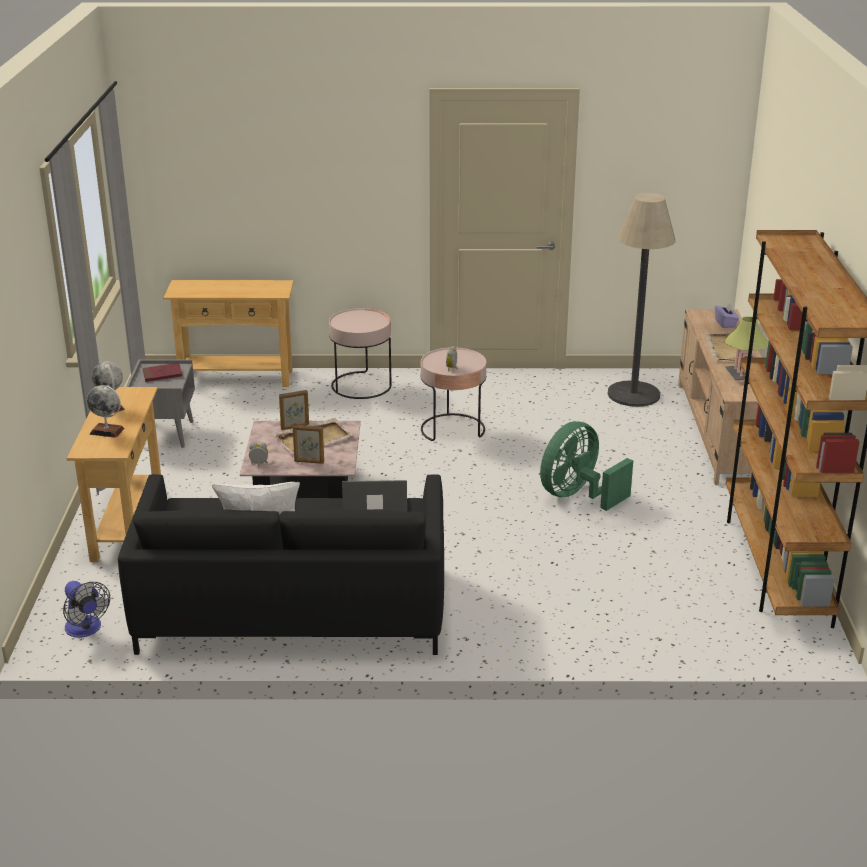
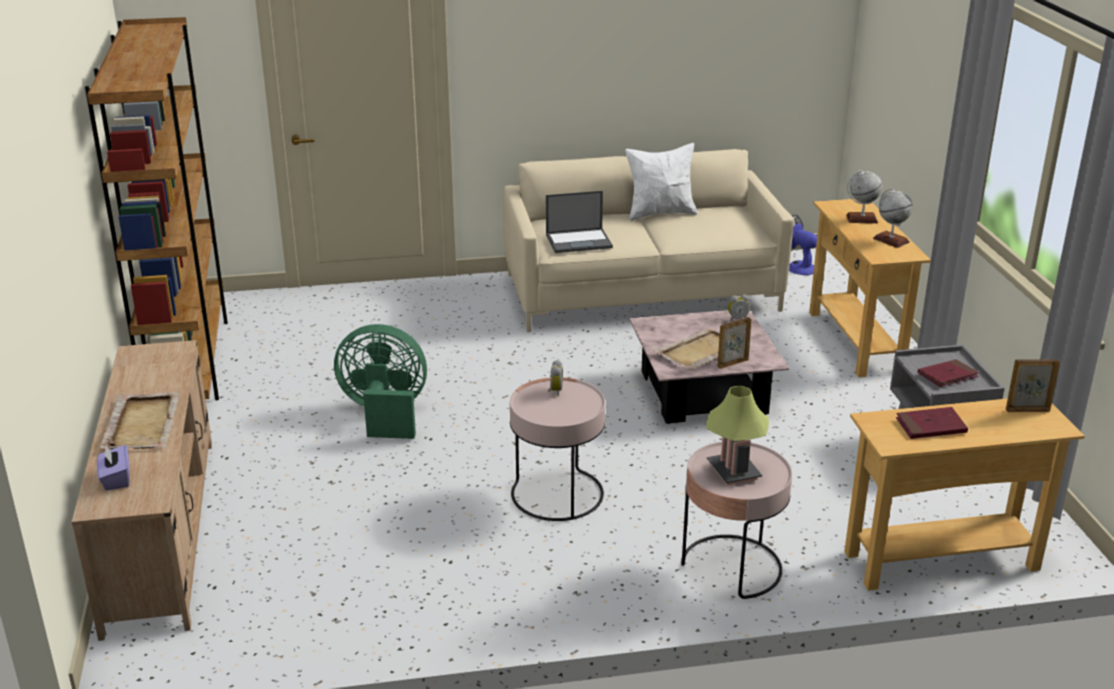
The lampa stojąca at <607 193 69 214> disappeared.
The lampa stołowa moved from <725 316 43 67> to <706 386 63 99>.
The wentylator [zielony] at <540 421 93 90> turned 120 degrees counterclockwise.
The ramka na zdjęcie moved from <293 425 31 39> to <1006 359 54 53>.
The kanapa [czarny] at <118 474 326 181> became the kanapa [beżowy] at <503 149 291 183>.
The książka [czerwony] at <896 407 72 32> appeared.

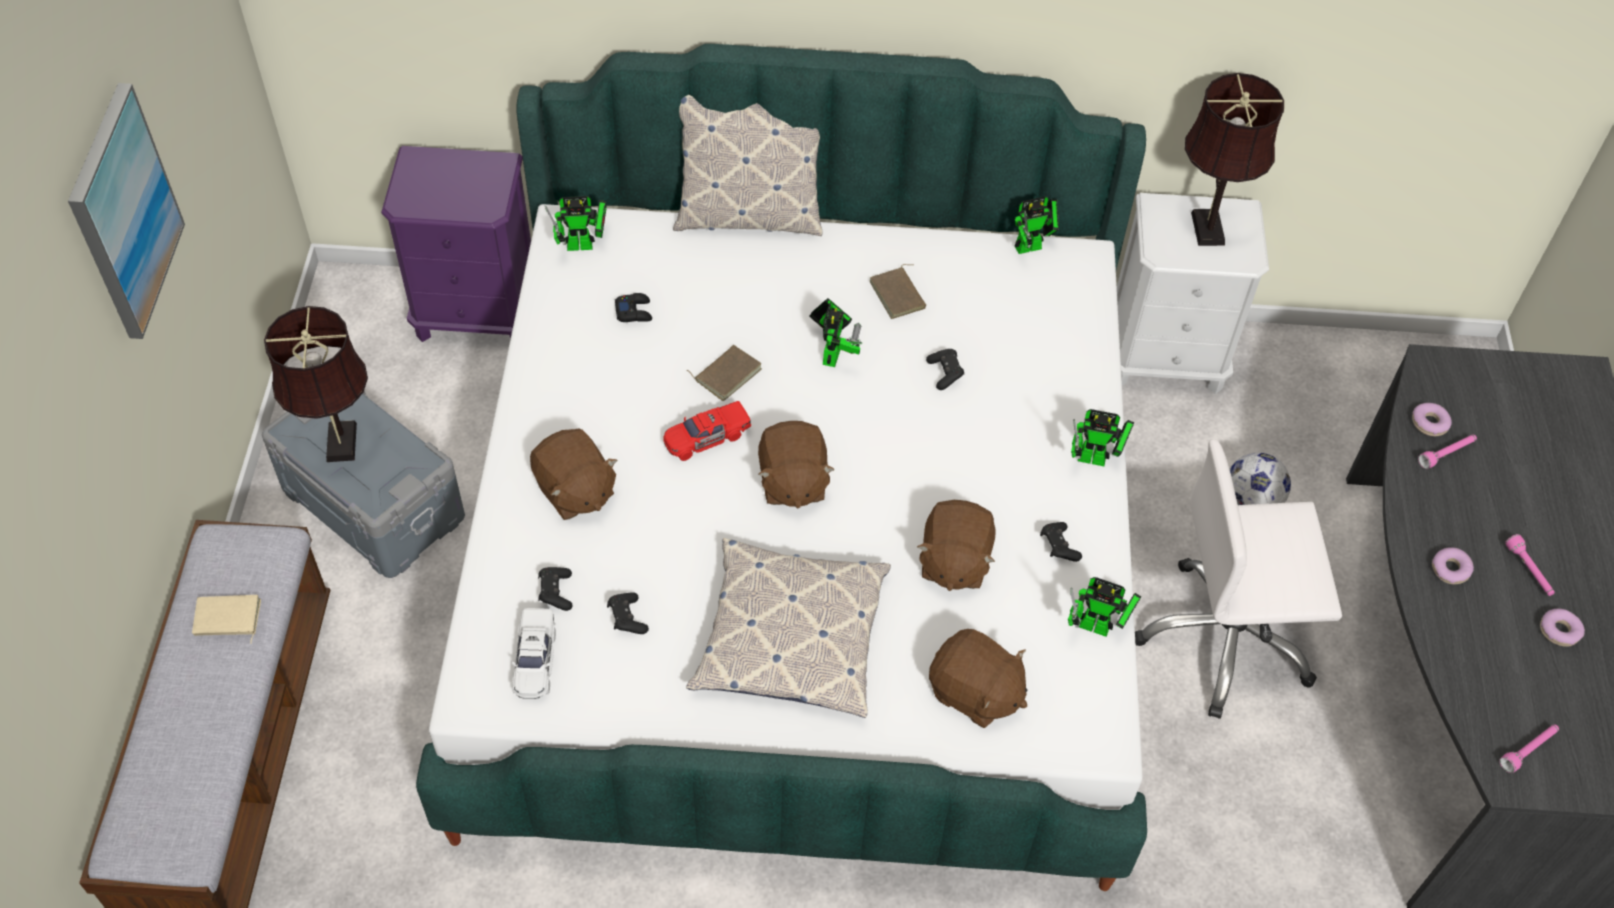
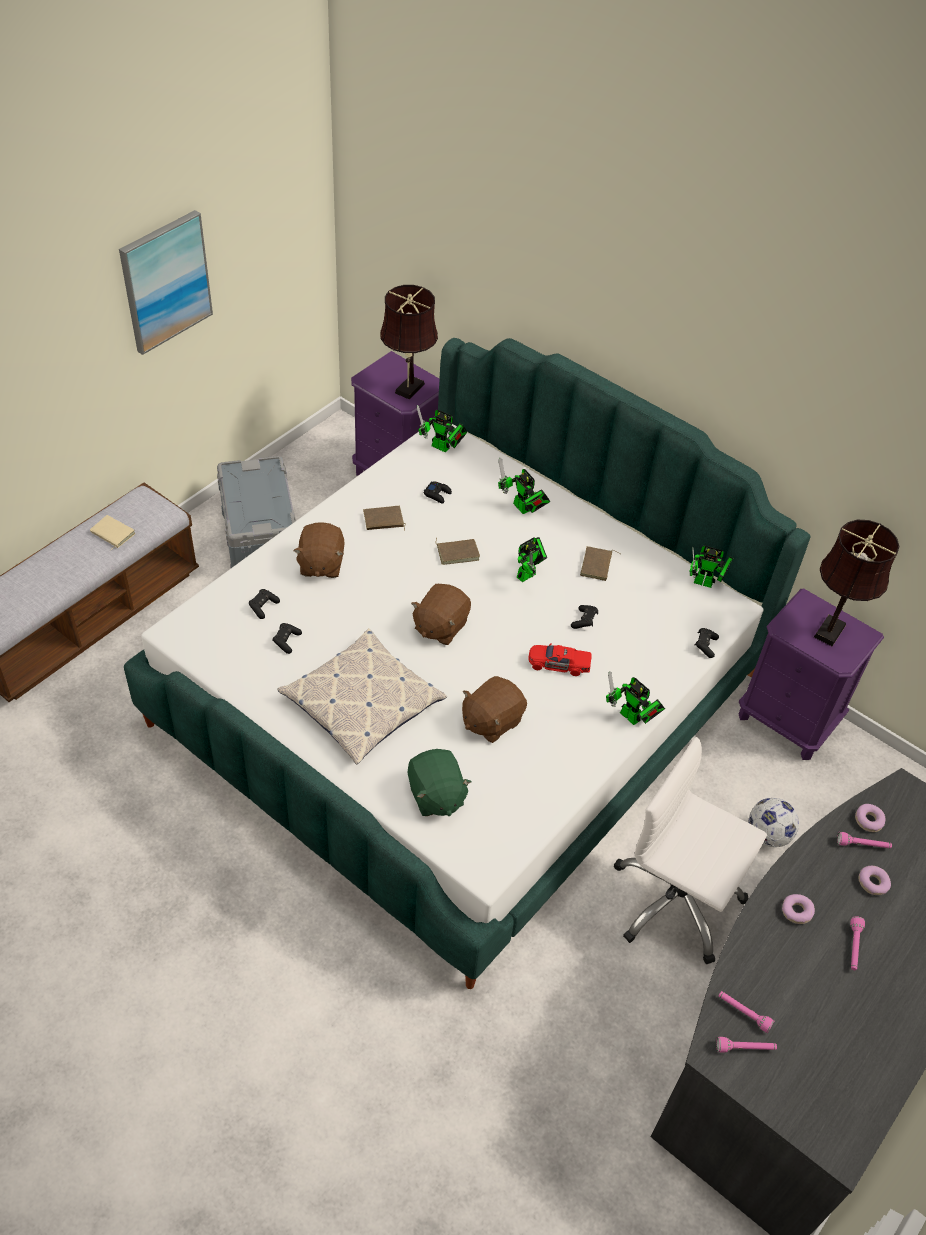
The poduszka at <673 95 149 141> disappeared.
The szafka nocna [biały] at <1117 193 152 201> became the szafka nocna [fioletowy] at <739 588 145 172>.
The lampa stołowa [brązowy] moved from <264 306 104 156> to <380 285 58 114>.
The samochodzik [czerwony] moved from <663 401 88 60> to <528 643 64 33>.
The pad do gier [czarny] moved from <1040 522 42 40> to <694 628 25 30>.
The robot zabawkowy moved from <1068 577 73 60> to <498 457 52 57>.
The samochodzik [biały] at <511 608 45 91> disappeared.
The donut moved from <1540 609 45 38> to <859 866 32 29>.
The pluszak [brązowy] at <929 629 98 99> became the pluszak [zielony] at <408 749 64 67>.
The książka [brązowy] at <363 506 43 25> appeared.
The latarka [różowy] at <719 991 55 42> appeared.

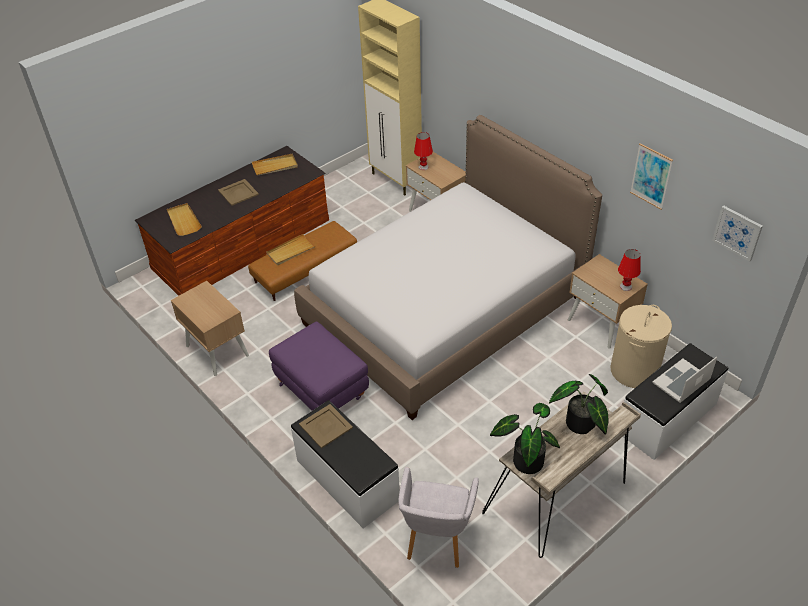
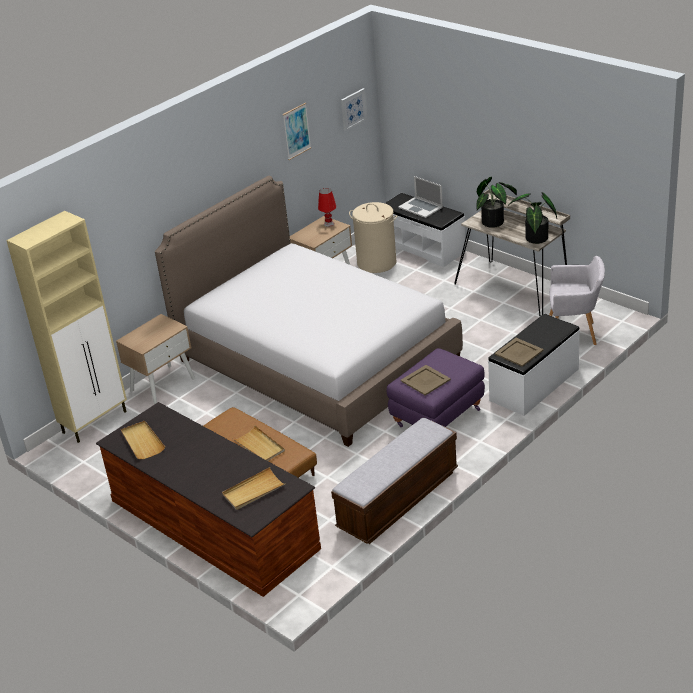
The lampa stołowa [czerwony] at <414 132 19 38> disappeared.
The taca [beżowy] moved from <218 179 41 27> to <401 365 50 31>.
The szafka nocna [beżowy] at <171 281 78 95> was replaced by the ławka at <331 417 127 127>.

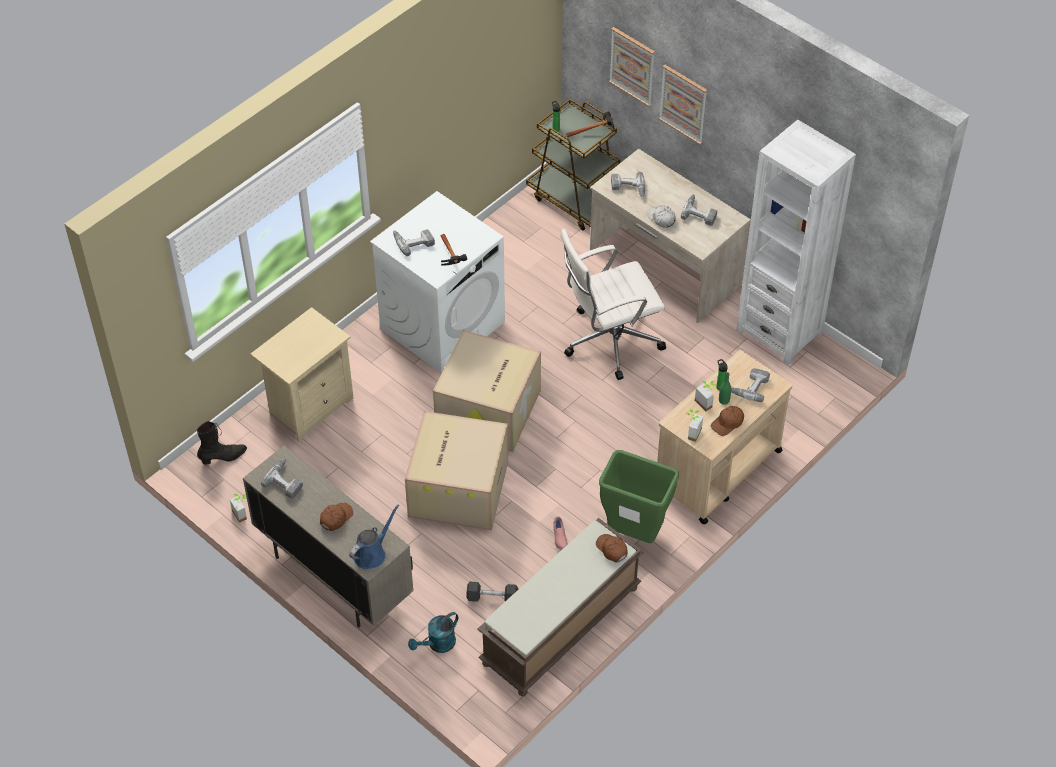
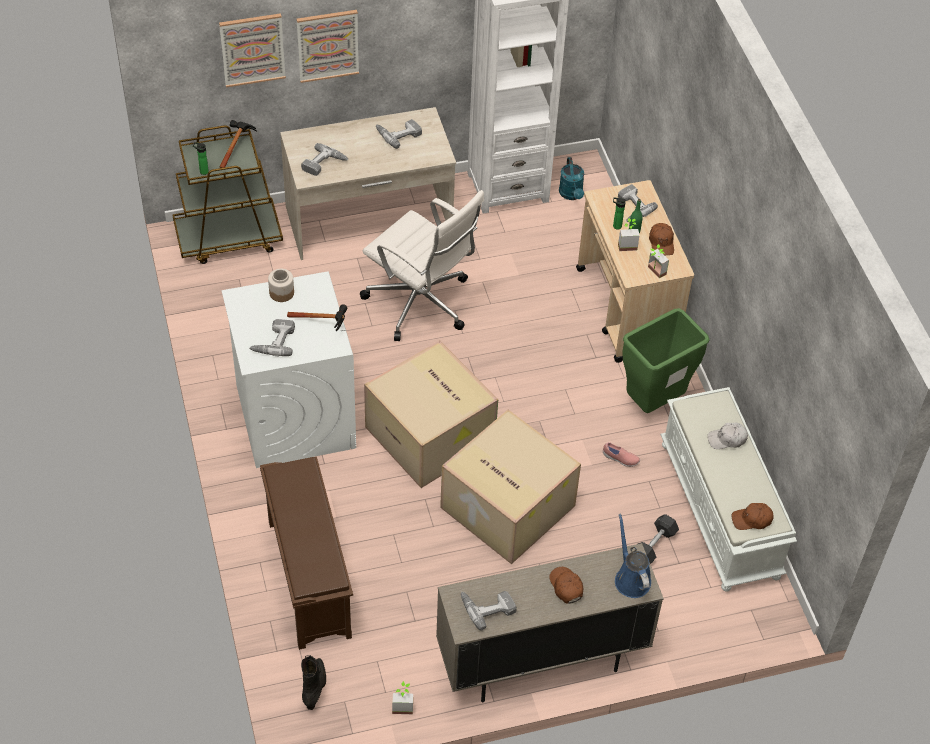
The czapka z daszkiem [biały] moved from <646 205 30 23> to <707 423 41 26>.
The krzesło biurowe [biały] at <560 228 106 152> turned 60 degrees counterclockwise.
The szafka nocna [beżowy] at <250 307 104 135> was replaced by the regał na buty [brązowy] at <260 457 93 193>.
The ławka [brązowy] at <477 518 167 178> became the ławka [biały] at <660 387 137 205>.
The czapka z daszkiem [brązowy] moved from <596 534 32 29> to <731 503 43 27>.
The konewka [turkusowy] moved from <408 612 50 41> to <559 157 25 43>.
The słoik at <268 269 26 33> appeared.

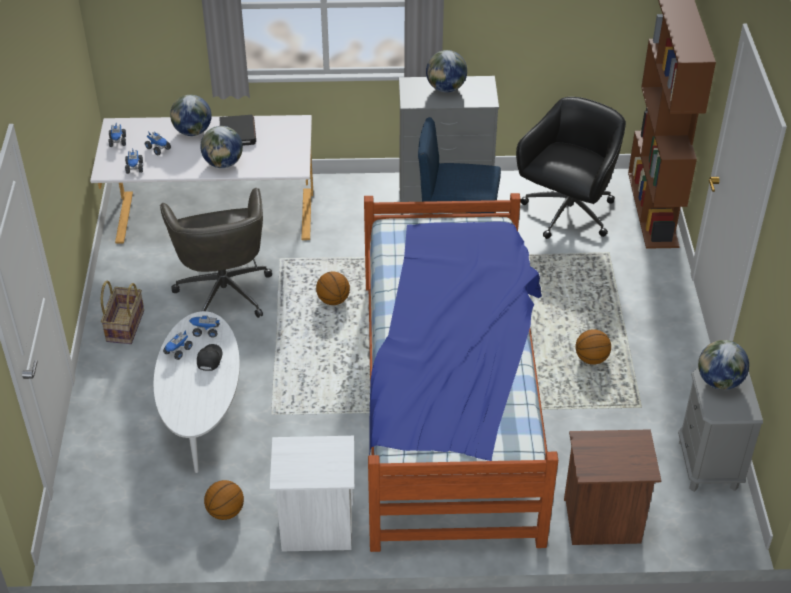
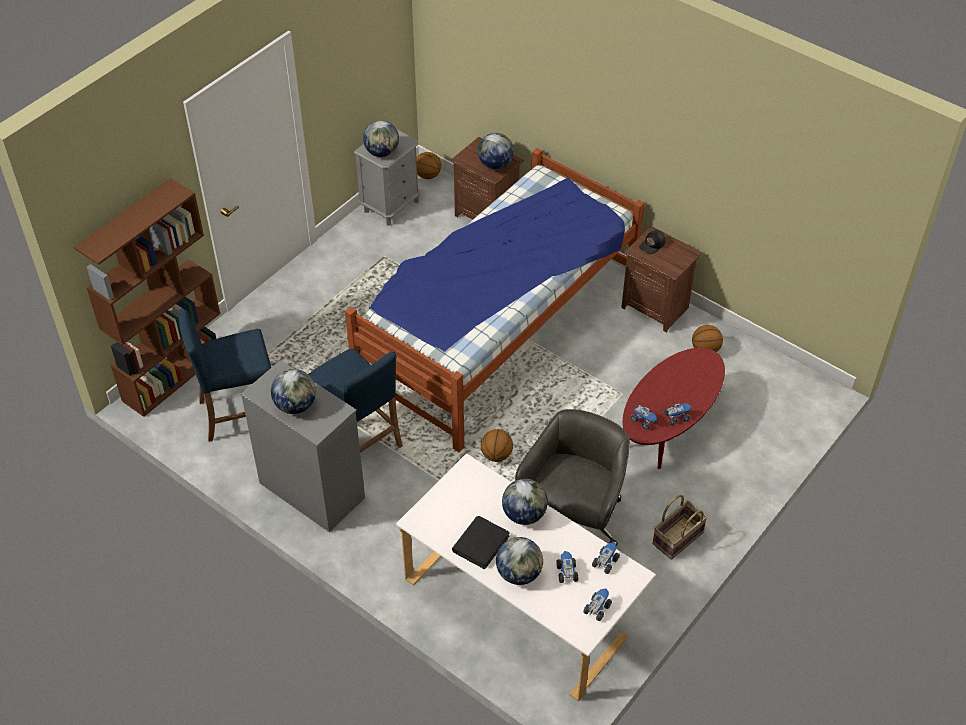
The krzesło biurowe [czarny] at <516 97 110 142> was replaced by the stołek [niebieski] at <178 308 93 134>.
The ława [biały] at <154 311 86 162> became the ława [czerwony] at <623 348 102 121>.
The piłka do koszykówki moved from <576 329 35 36> to <417 152 24 27>.
The czapka z daszkiem [czarny] moved from <197 344 25 27> to <639 230 26 24>.
The szafka nocna [biały] at <270 436 84 115> became the szafka nocna [brązowy] at <621 226 82 107>.
The globus at <478 133 36 37> appeared.

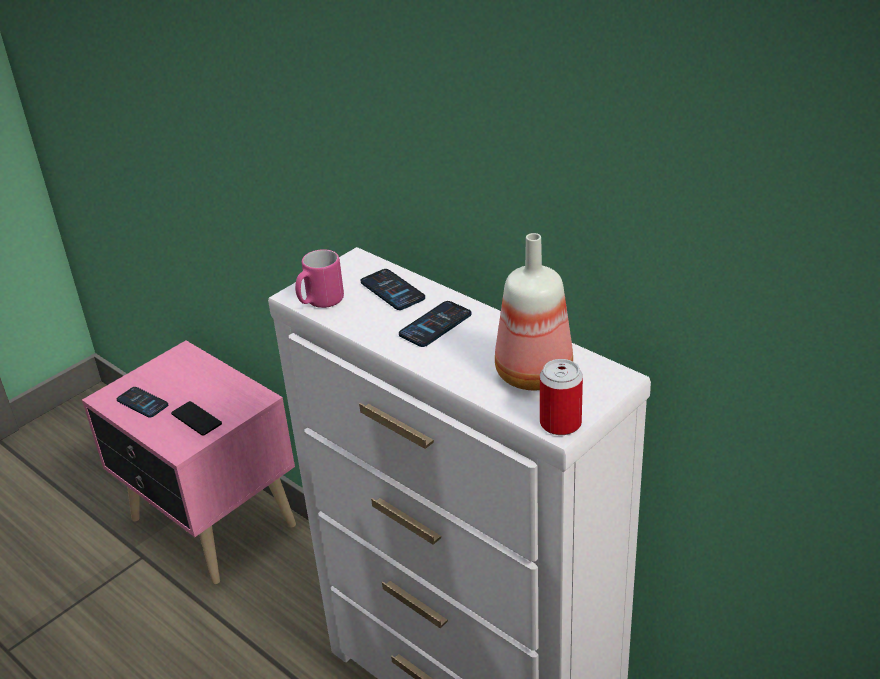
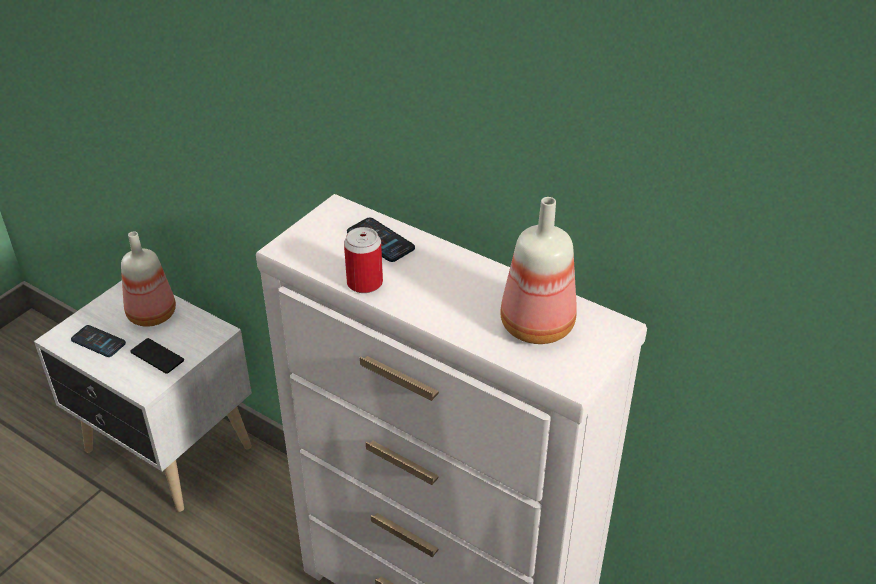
The kubek [różowy] at <295 249 49 59> disappeared.
The telefon at <399 301 73 46> disappeared.
The szafka nocna [różowy] at <82 340 214 244> became the szafka nocna [biały] at <34 281 218 231>.
The puszka moved from <540 359 43 76> to <344 227 39 66>.
The butelka at <121 231 55 96> appeared.

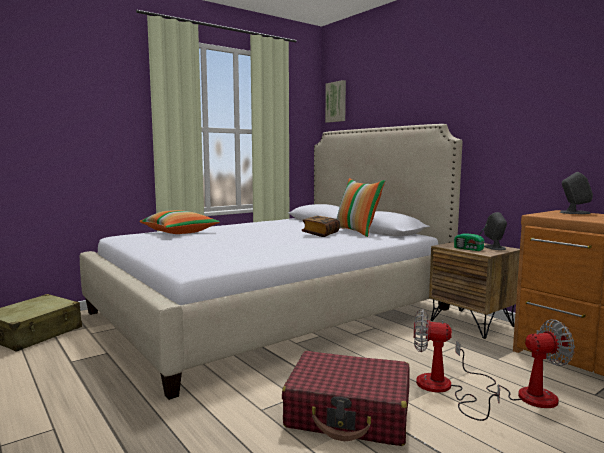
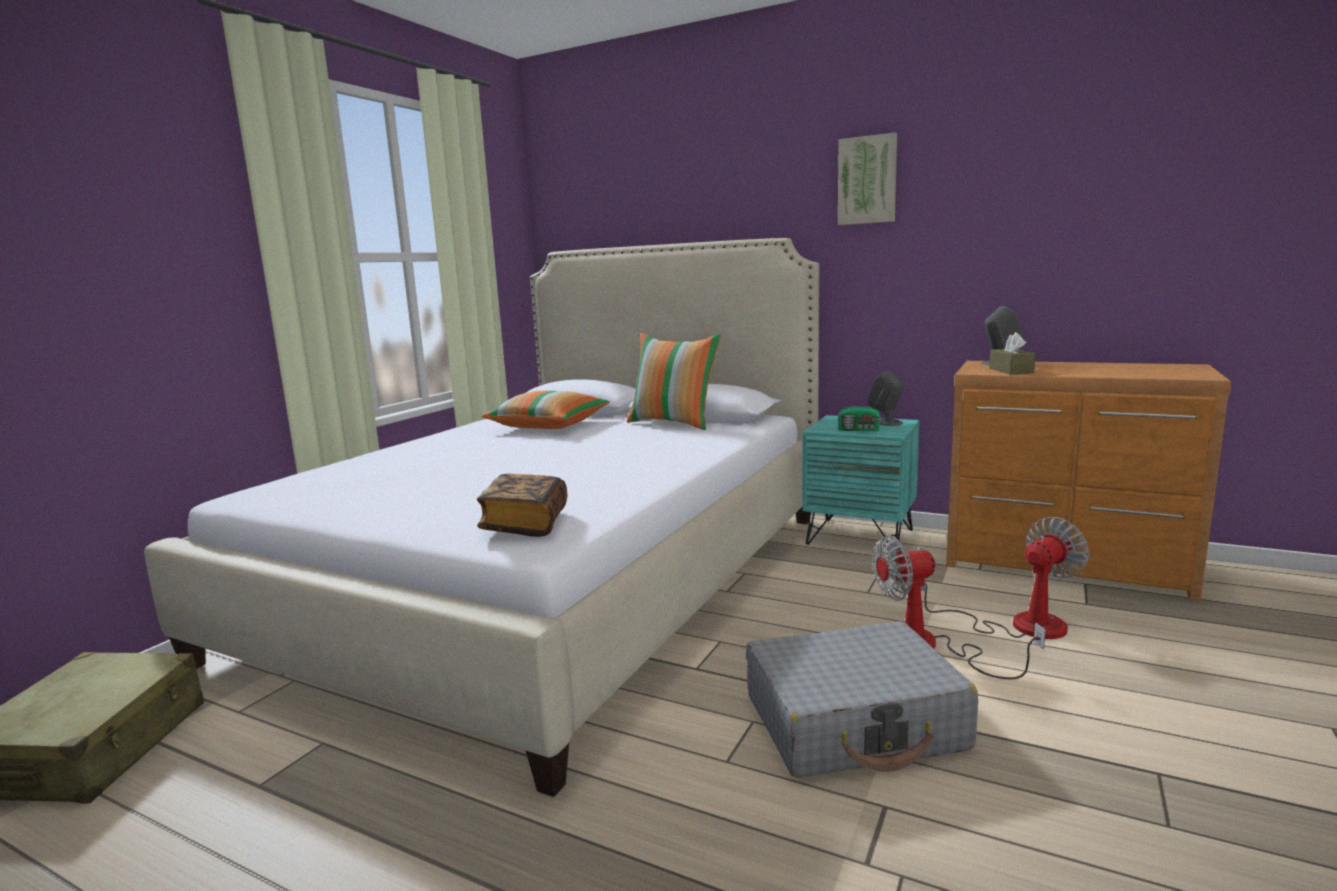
The obraz moved from <325 80 21 43> to <838 133 59 92>.
The poduszka moved from <139 210 81 24> to <482 391 128 38>.
The książka moved from <302 216 38 21> to <477 474 91 63>.
The szafka nocna [brązowy] at <429 242 91 97> became the szafka nocna [turkusowy] at <803 415 117 136>.
The walizka [czerwony] at <282 351 127 95> became the walizka [szary] at <746 621 232 157>.
The pudełko chusteczek [brązowy] at <989 332 47 42> appeared.

